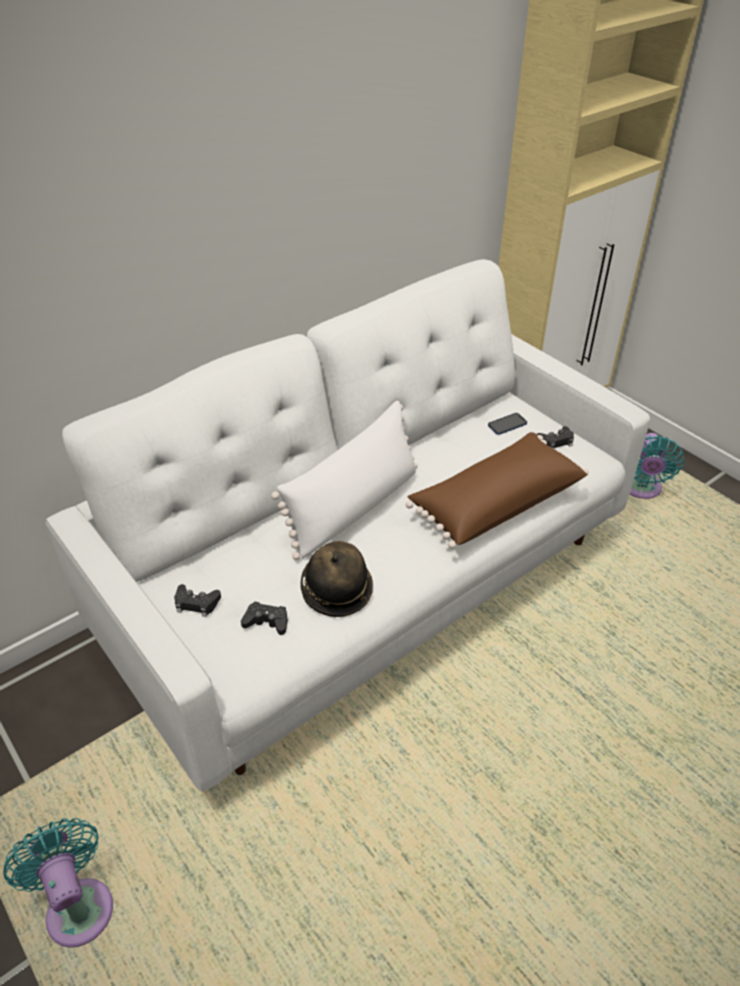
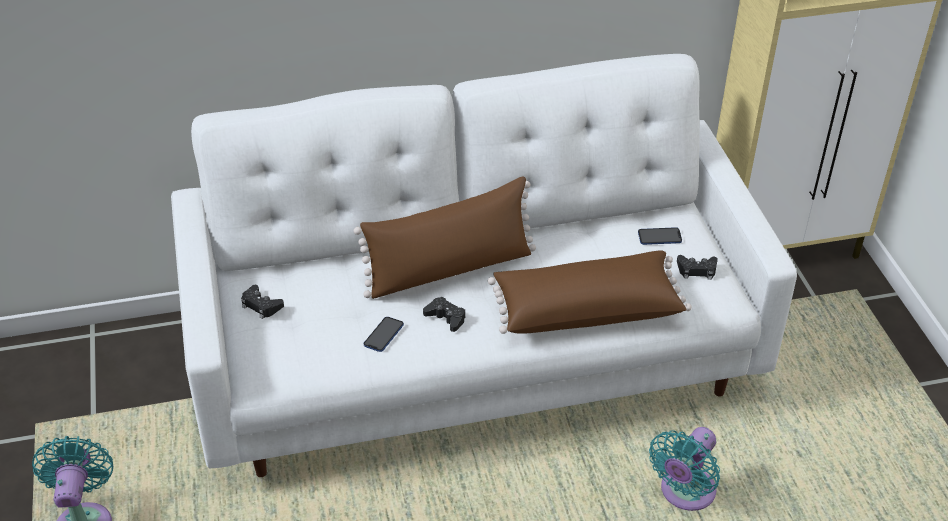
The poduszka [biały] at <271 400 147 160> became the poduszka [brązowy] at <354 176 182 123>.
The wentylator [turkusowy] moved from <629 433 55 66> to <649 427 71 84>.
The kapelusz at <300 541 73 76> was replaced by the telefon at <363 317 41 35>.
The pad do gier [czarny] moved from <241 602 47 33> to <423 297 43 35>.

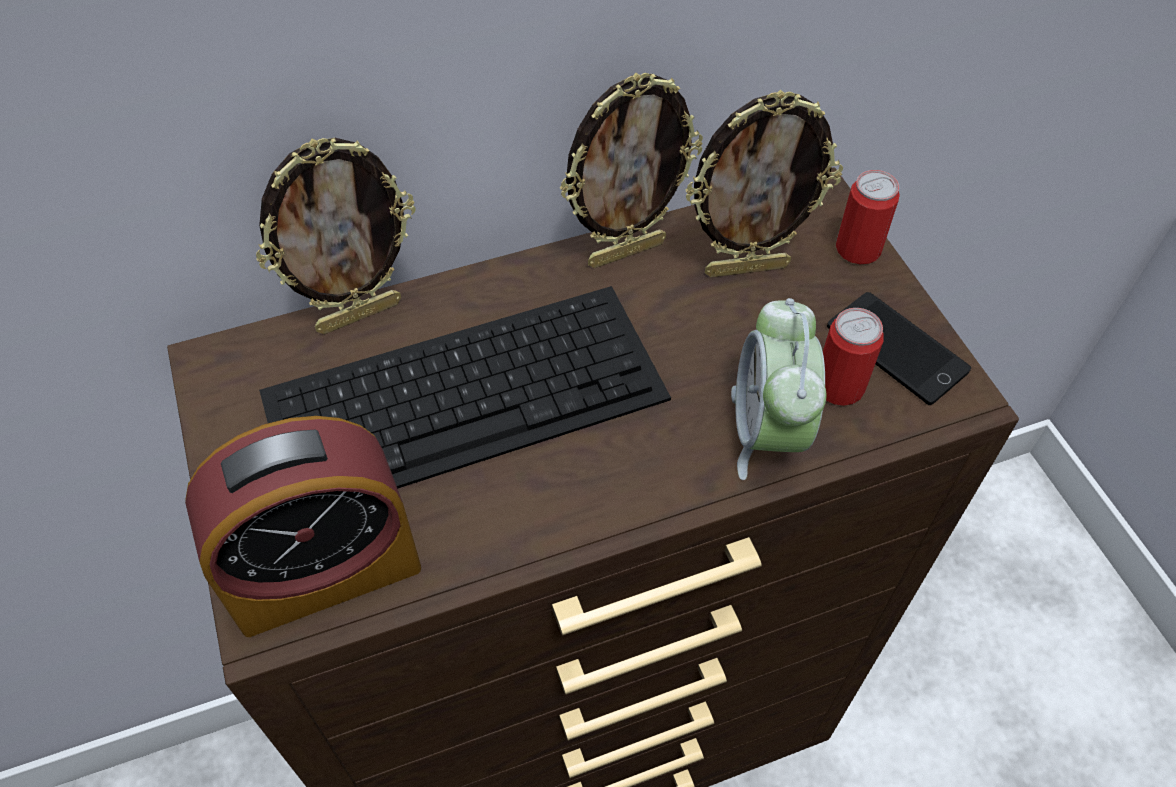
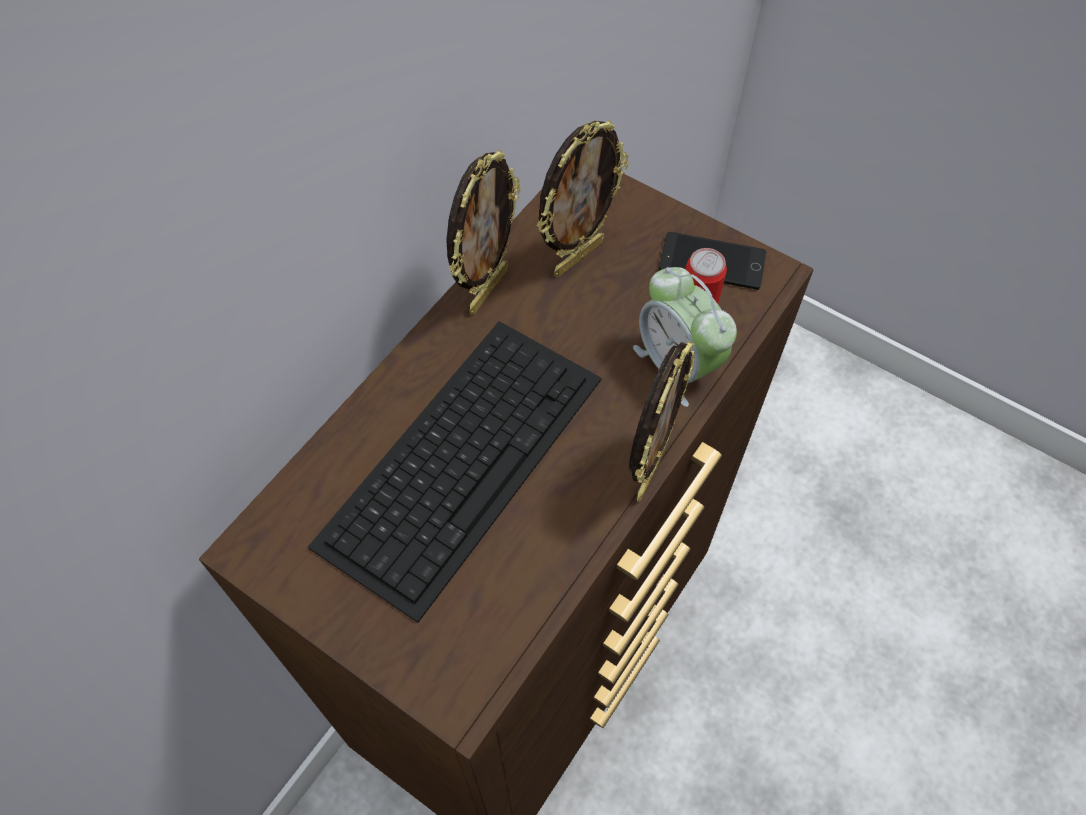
The ramka na zdjęcie moved from <256 138 159 196> to <629 341 66 161>.
The puszka at <836 170 64 94> disappeared.
The budzik at <185 416 236 221> disappeared.

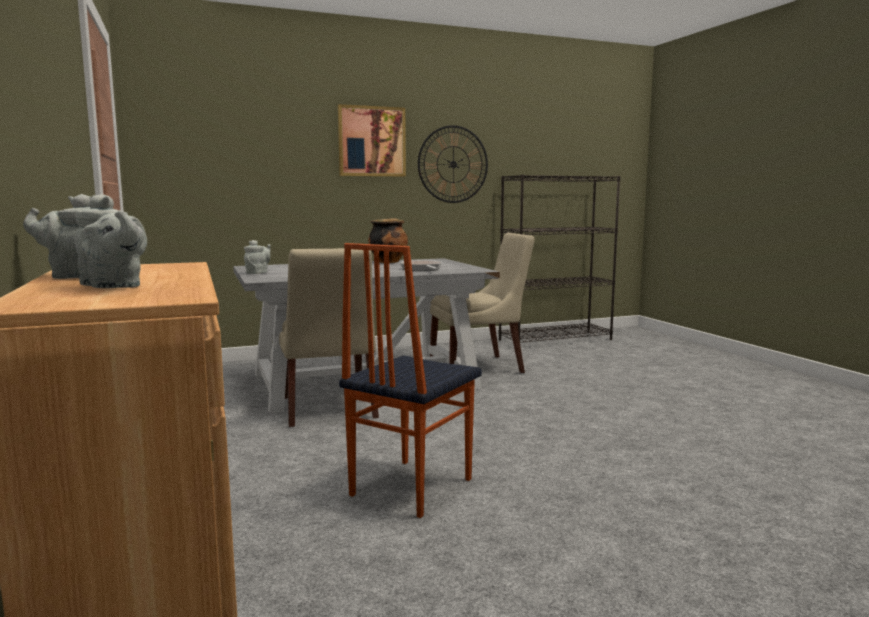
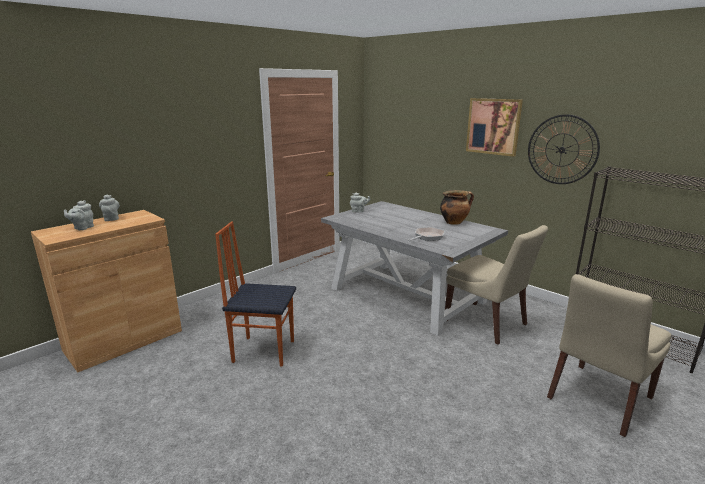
The krzesło [beżowy] moved from <279 248 100 179> to <547 274 125 163>.

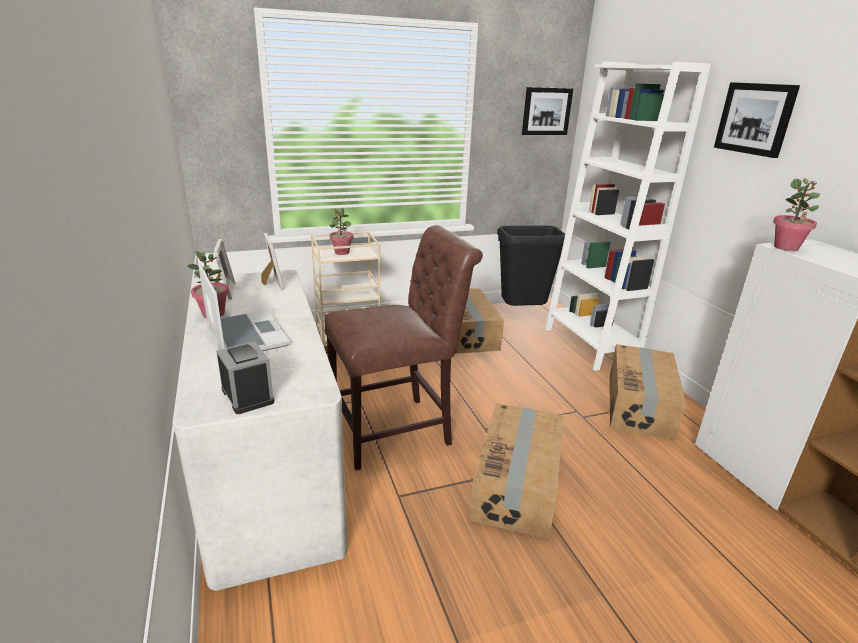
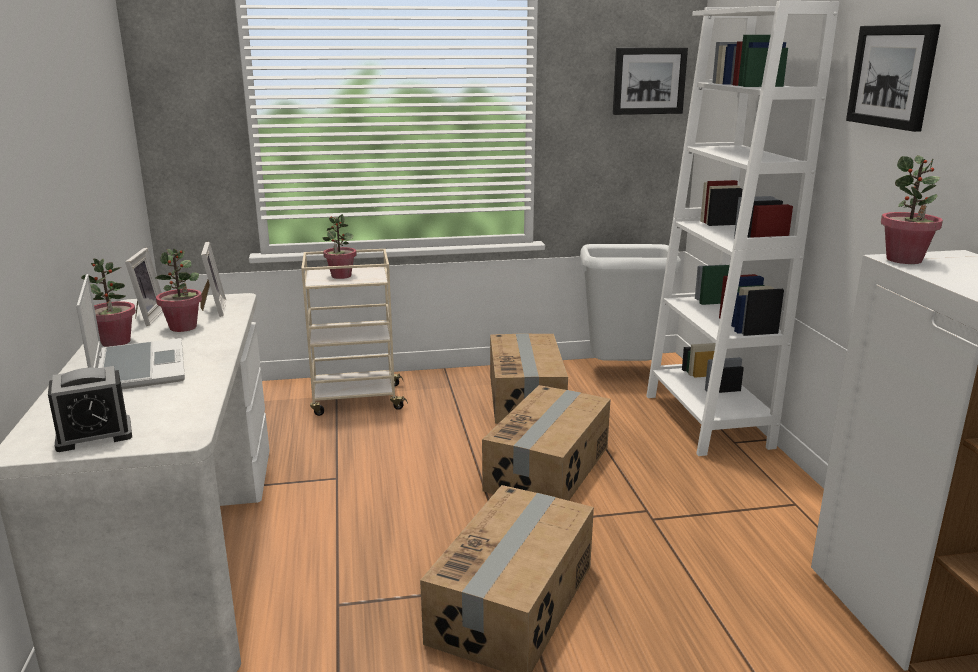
The krzesło [brązowy] at <324 225 159 245> disappeared.
The kosz na śmieci [czarny] at <497 225 68 81> became the kosz na śmieci [biały] at <580 244 101 117>.
The budzik at <216 341 58 73> turned 90 degrees clockwise.
The karton moved from <609 344 77 97> to <482 385 128 116>.
The roślina doniczkowa at <156 249 46 83> appeared.

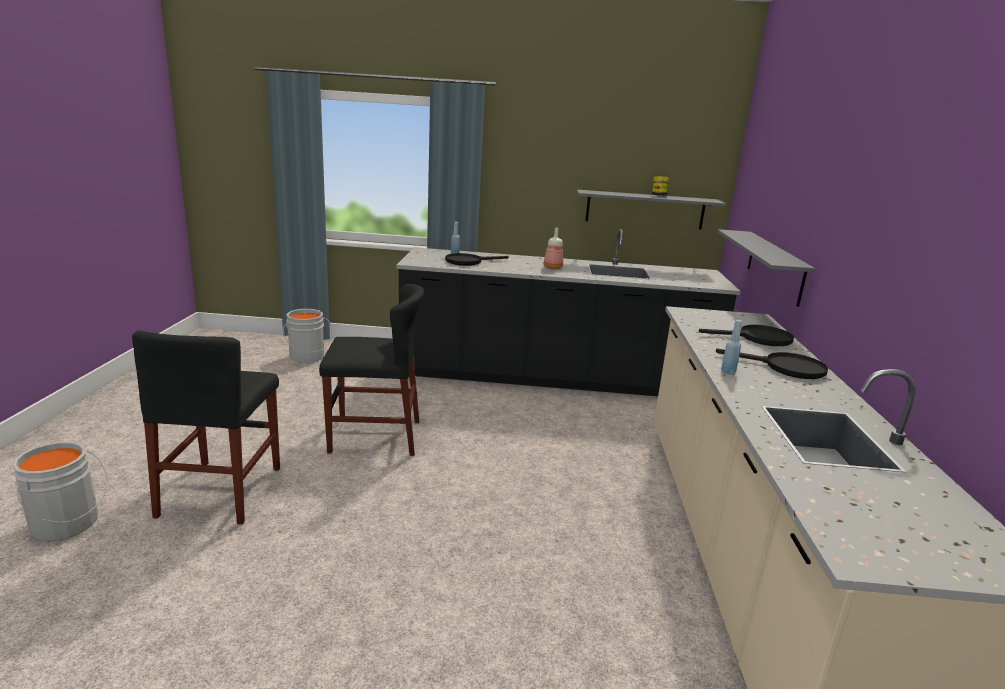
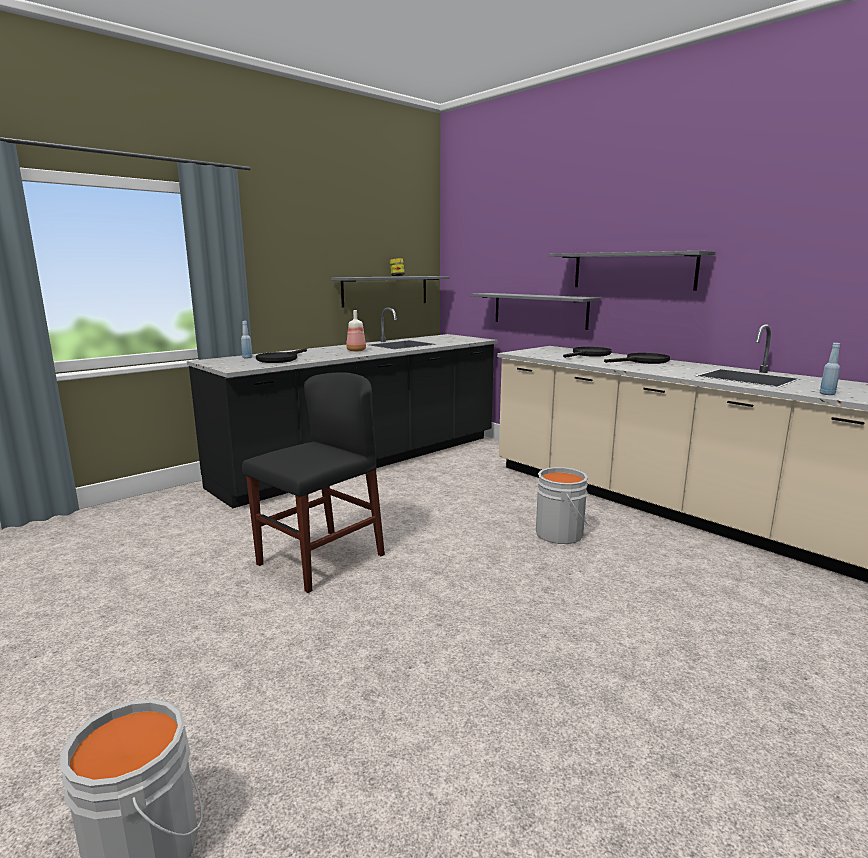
The wiadro [szary] moved from <283 309 50 54> to <536 467 53 77>.
The butelka [niebieski] moved from <721 320 21 54> to <820 343 20 52>.
The krzesło [czarny] at <132 330 148 195> disappeared.
The półka [szary] at <549 251 167 40> appeared.

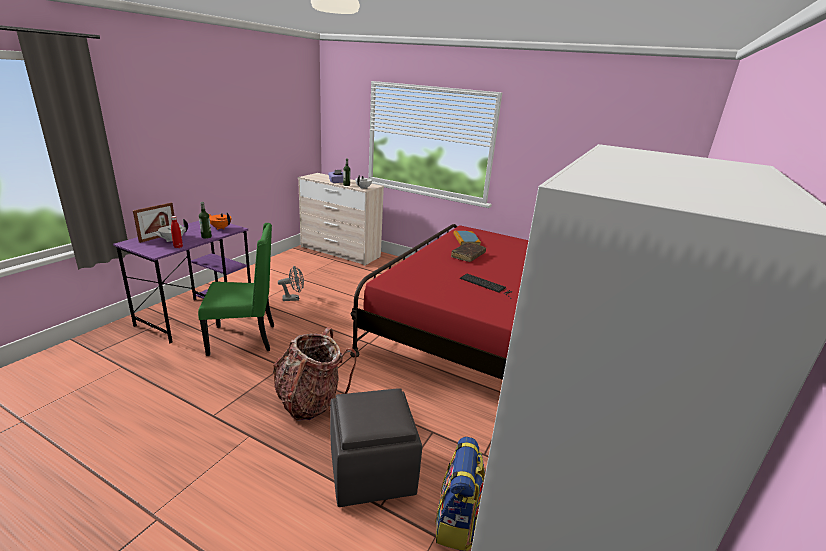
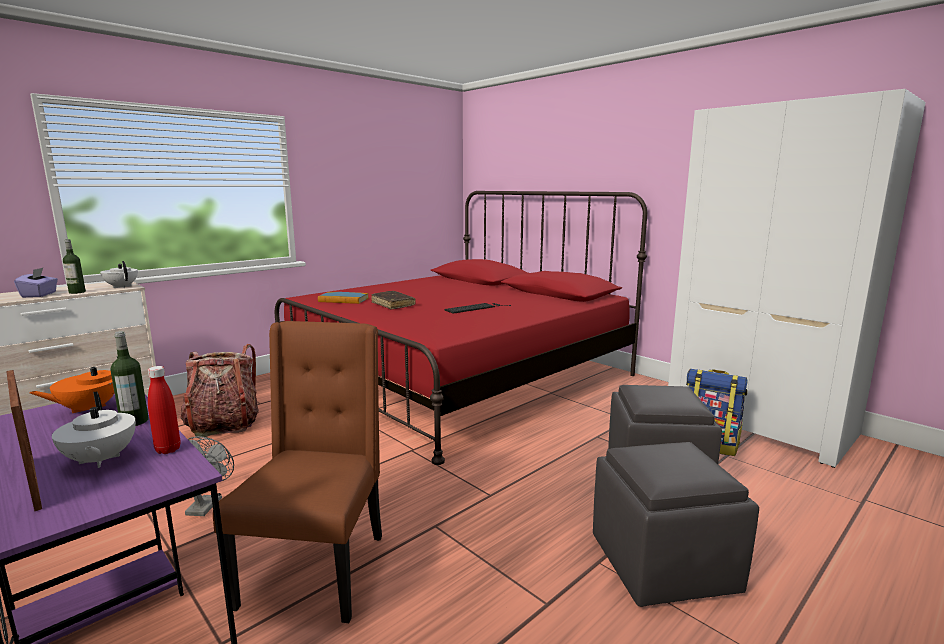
The krzesło [zielony] at <198 223 76 133> became the krzesło [brązowy] at <213 321 169 302>.
The plecak moved from <273 327 83 94> to <181 344 78 94>.
The pufa [szary] at <593 442 166 165> appeared.

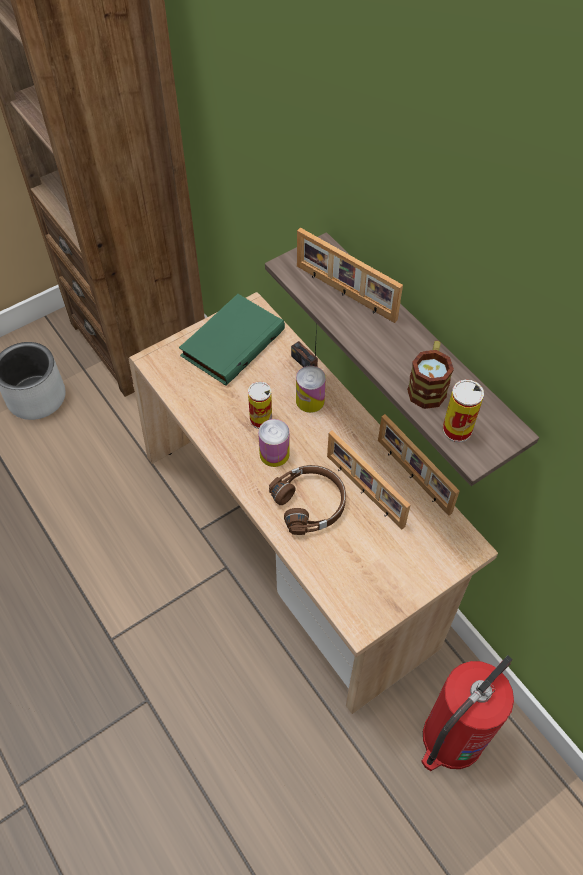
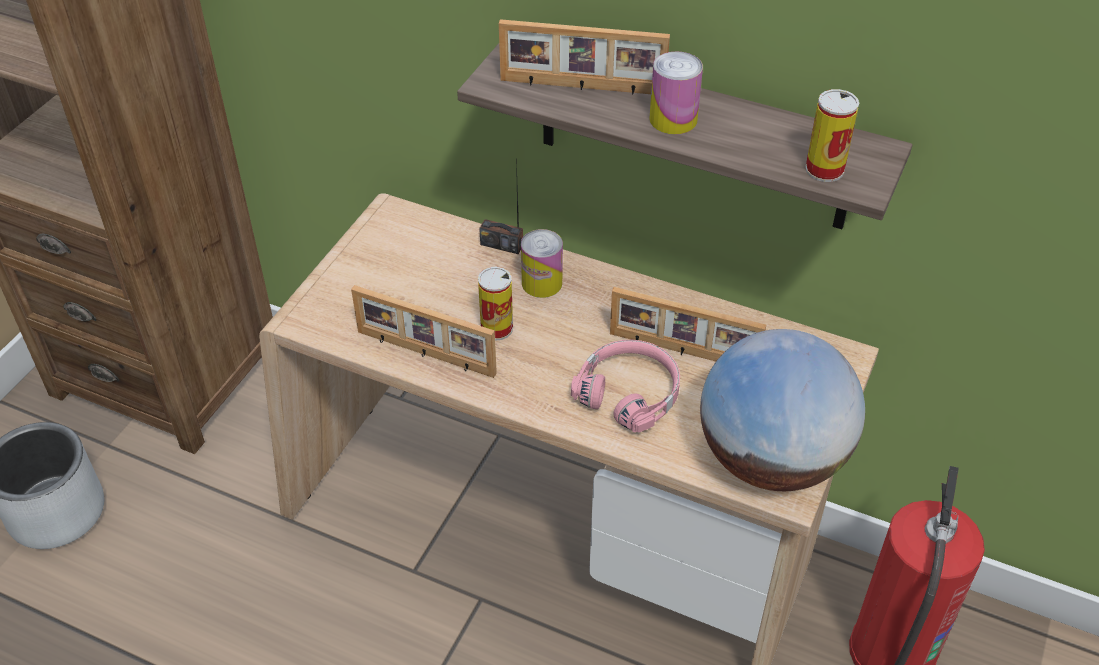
The książka [zielony] at <179 294 106 92> disappeared.
The kubek at <407 341 47 68> disappeared.
The ramka na zdjęcie moved from <378 414 82 102> to <351 285 146 93>.
The puszka moved from <258 419 32 48> to <649 51 54 83>.
The słuchawki [brązowy] at <269 465 77 70> became the słuchawki [różowy] at <571 340 109 93>.
The globus at <700 329 165 162> appeared.

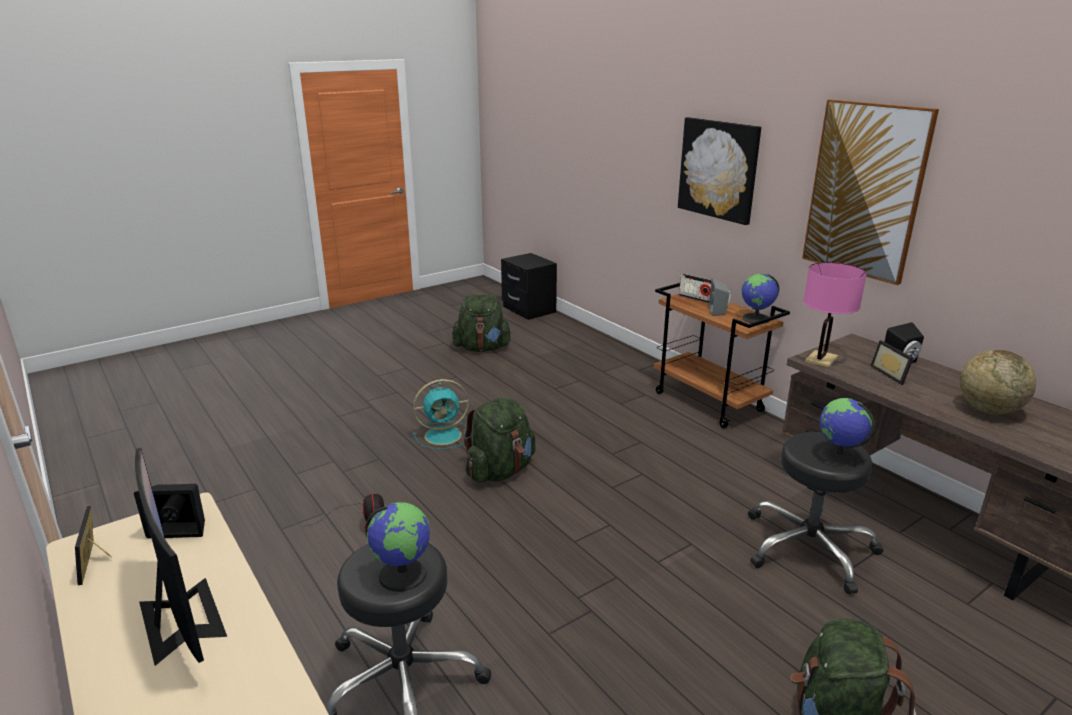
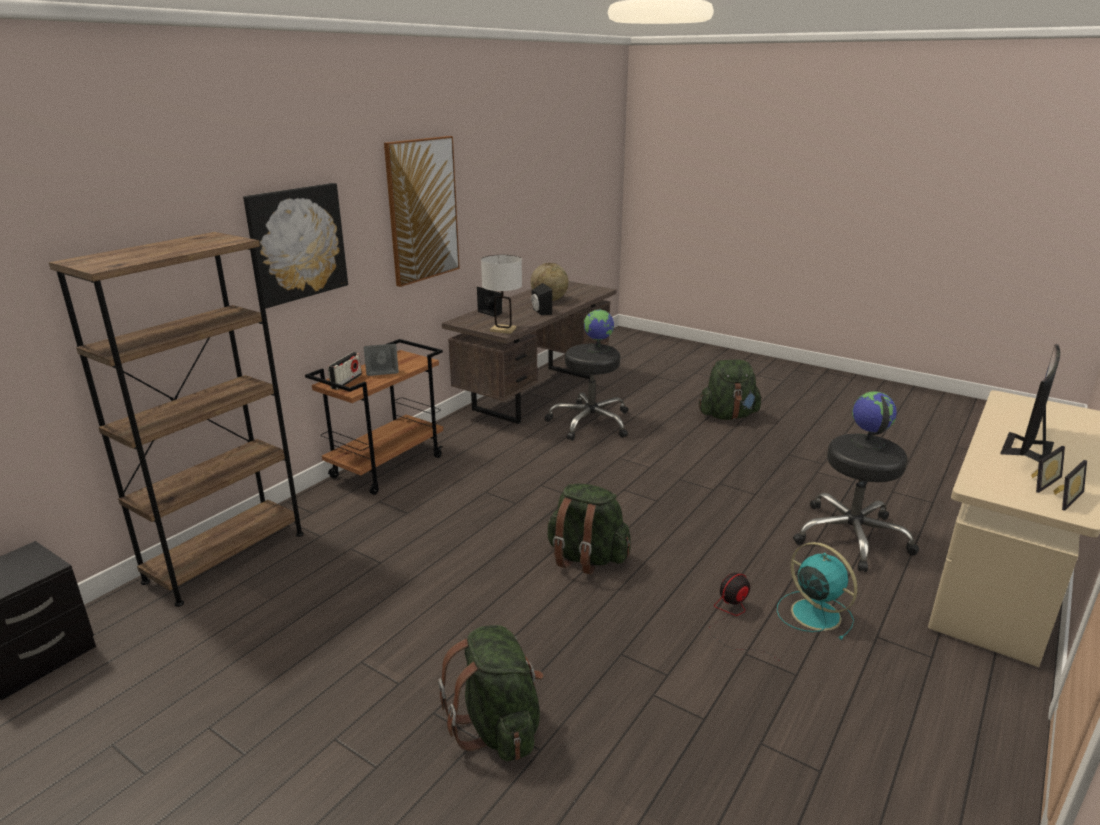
The lampa stołowa [różowy] at <803 262 64 106> became the lampa stołowa [biały] at <481 255 41 79>.
The globus at <741 274 38 50> disappeared.
The plecak [zielony] moved from <452 295 60 57> to <438 625 105 136>.
The ramka na zdjęcie moved from <870 340 43 45> to <1031 446 34 47>.
The wentylator [turkusowy] moved from <413 379 56 70> to <777 542 80 98>.
The głośnik [czarny] moved from <134 484 71 55> to <531 283 21 32>.
The regał [brązowy] at <49 232 255 375> appeared.

